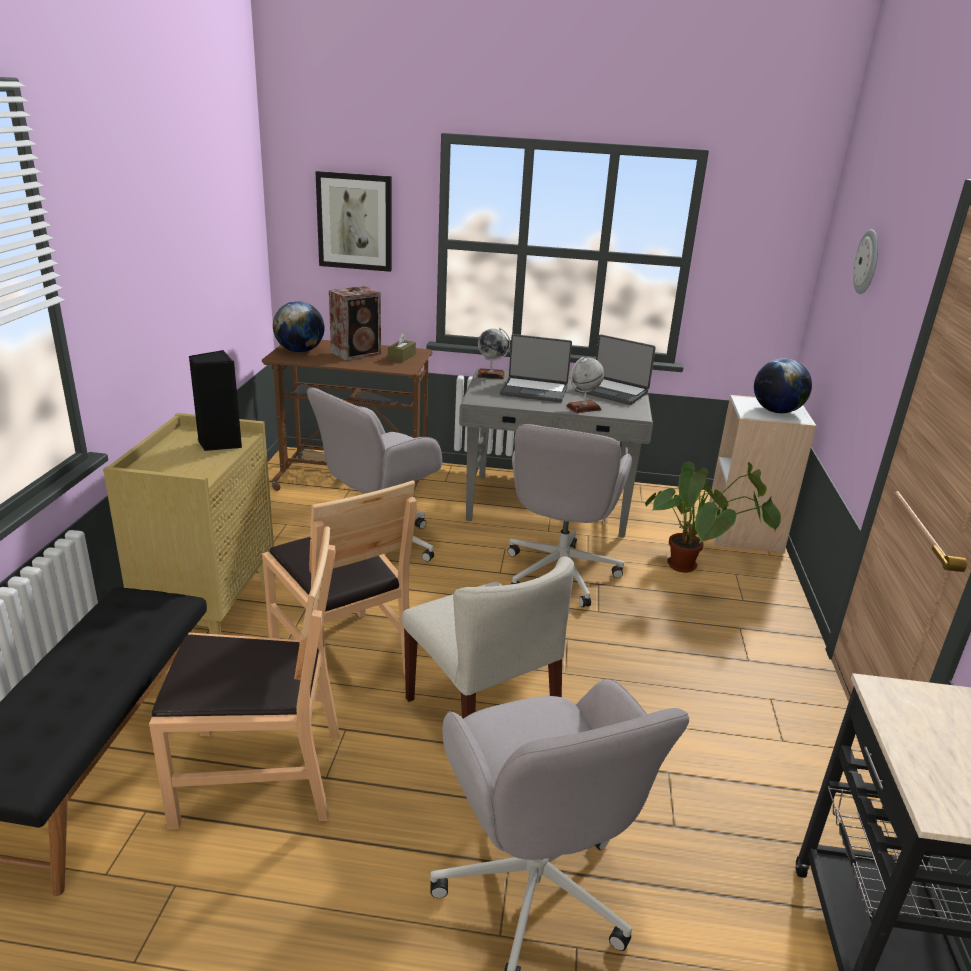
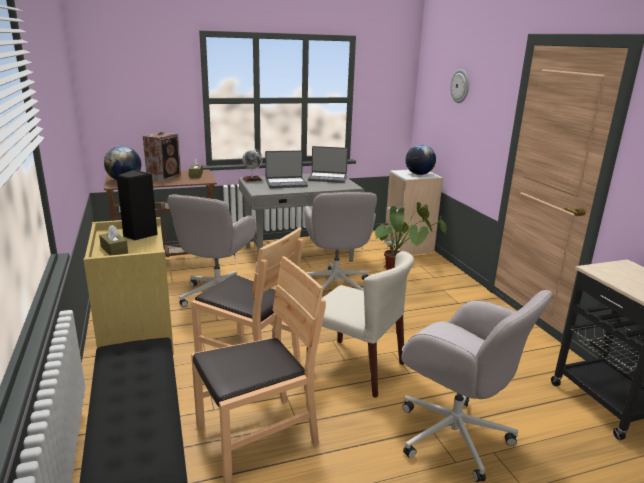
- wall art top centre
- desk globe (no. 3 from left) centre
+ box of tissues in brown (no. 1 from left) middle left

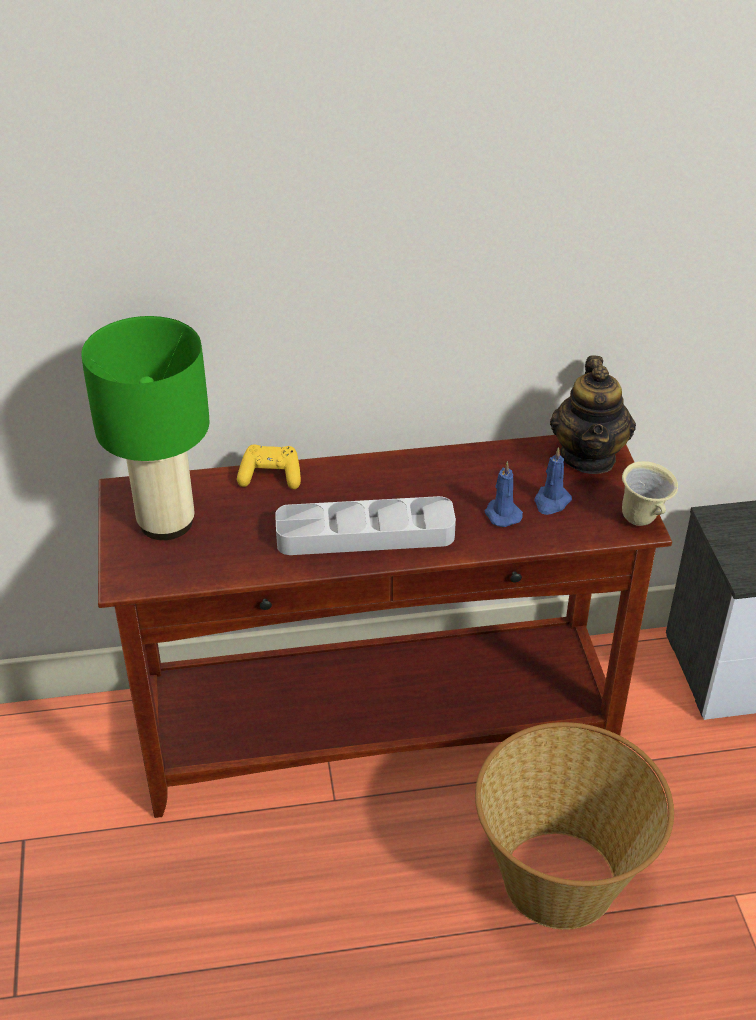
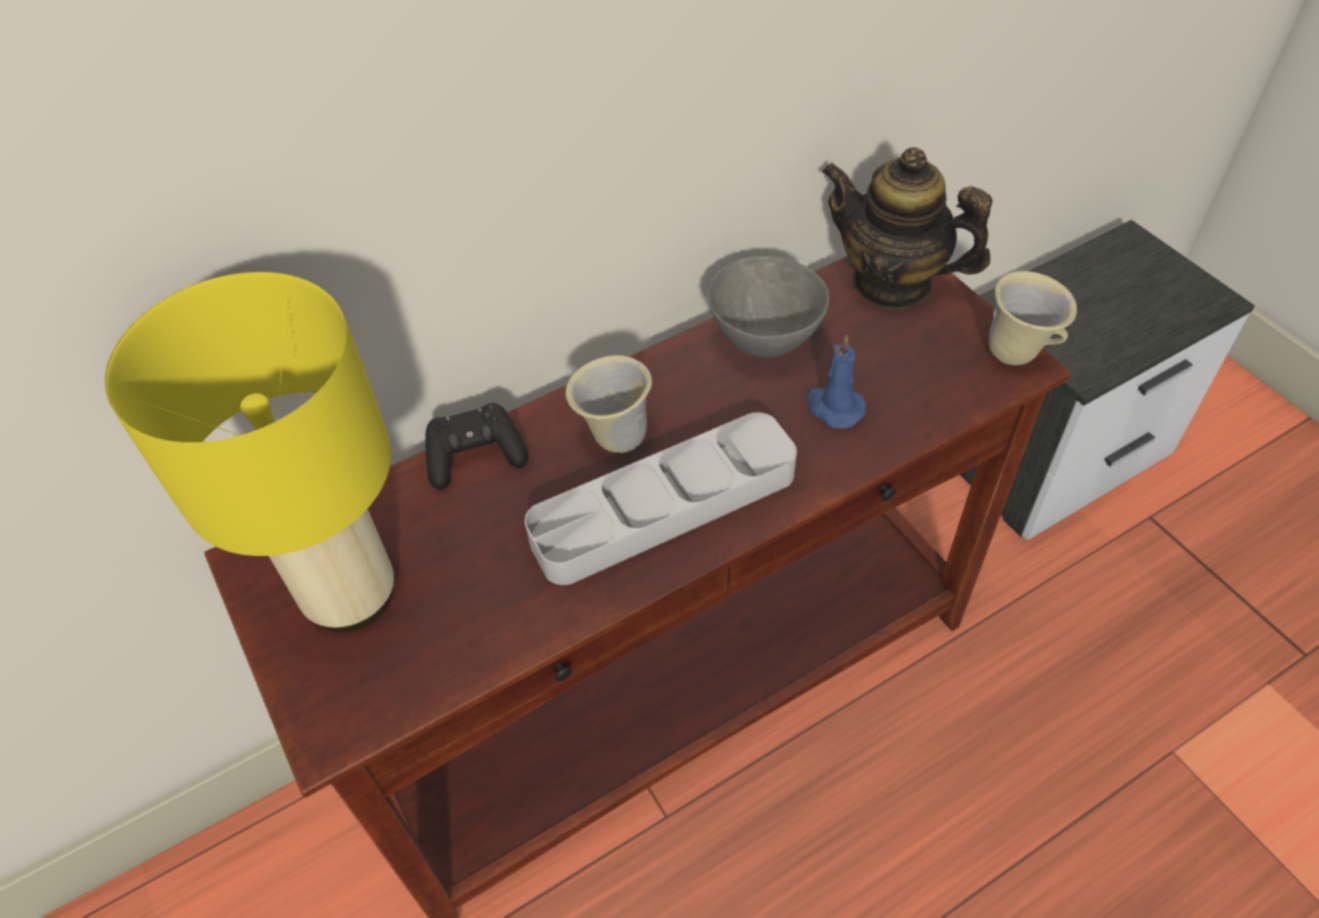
~ table lamp in green-coloured middle left to table lamp in yellow-coloured middle left
~ game controller in yellow-coloured centre to game controller in black-coloured centre
- household basket bottom right
- wax candle in blue-coloured (no. 2 from left) middle right
~ pot for tea middle right = top right 135 degrees clockwise
+ tea mug in sand-coloured (no. 1 from left) centre
+ deep dish in gray centre

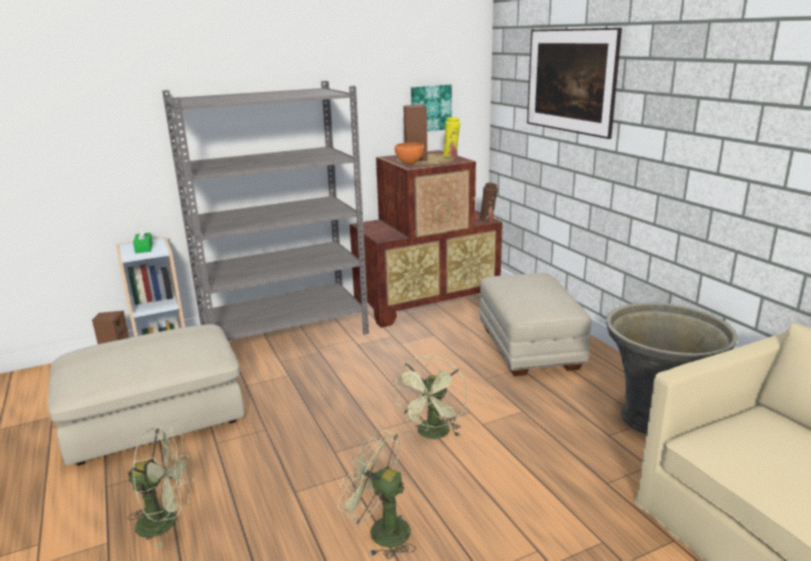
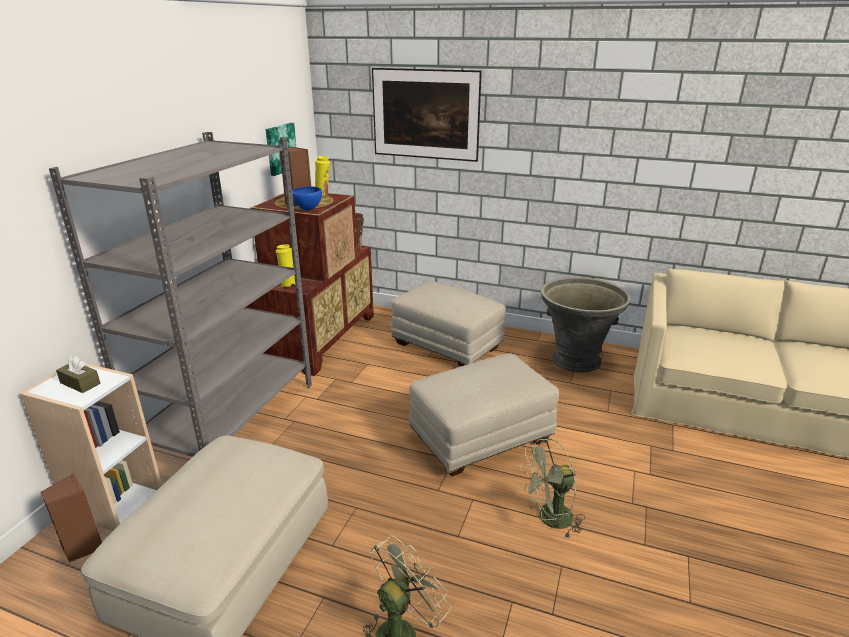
~ box of tissues in green-coloured middle left to box of tissues in brown middle left
~ cooling fan in green-coloured (no. 3 from left) bottom centre to pouffe in sand-coloured (no. 3 from left) centre
~ deep dish in orange-coloured top centre to deep dish in blue-coloured top centre
+ decorative vase in yellow-coloured (no. 1 from left) centre

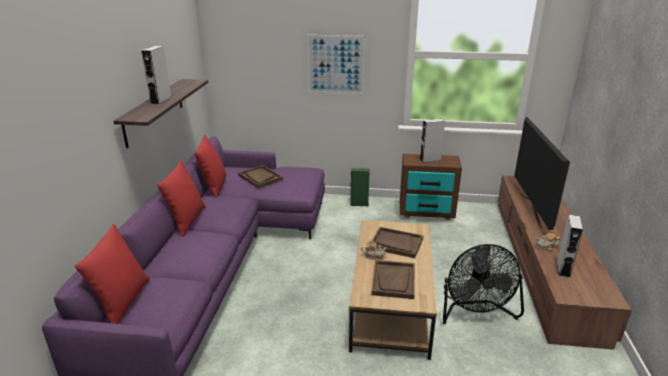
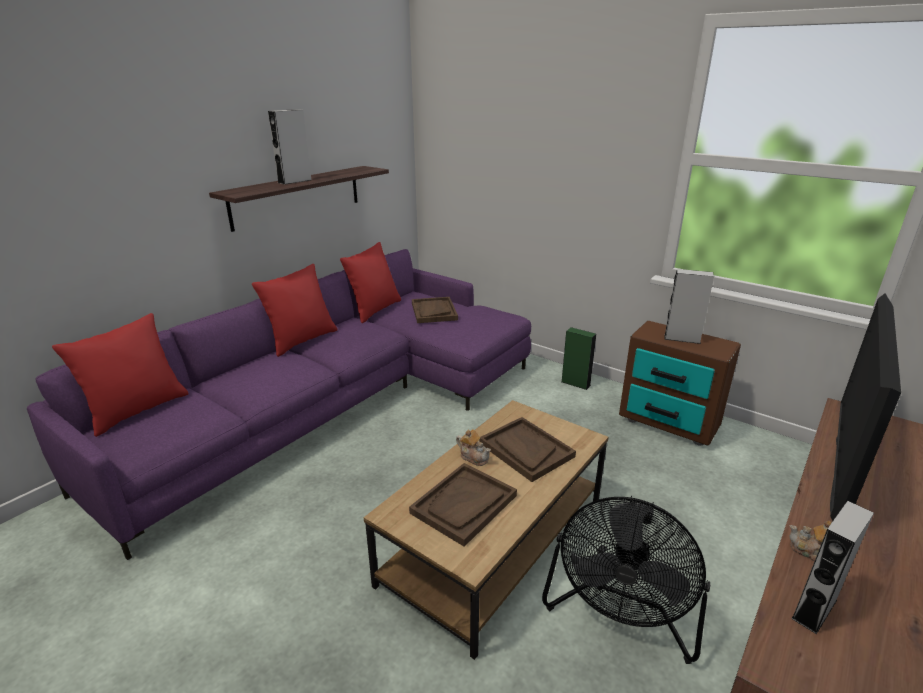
- wall art top centre

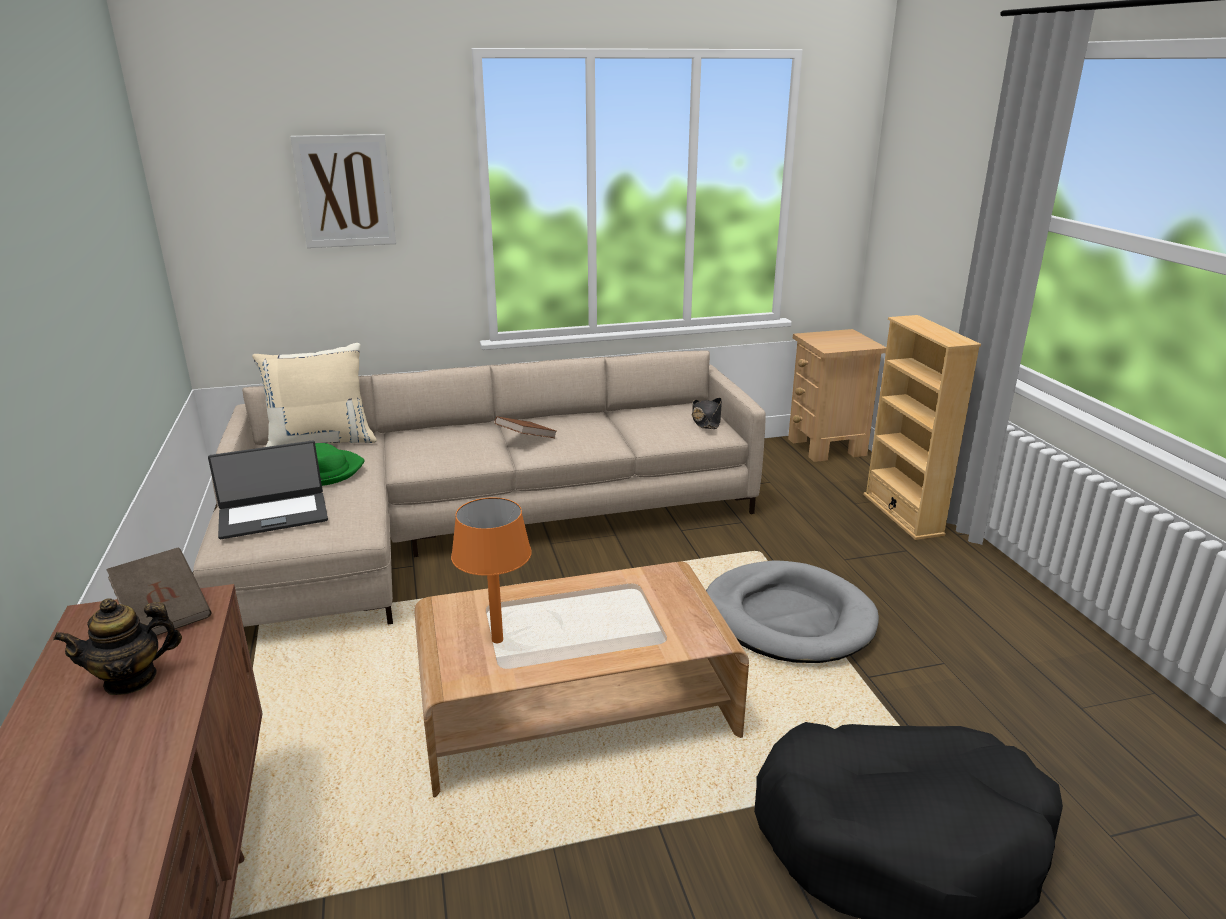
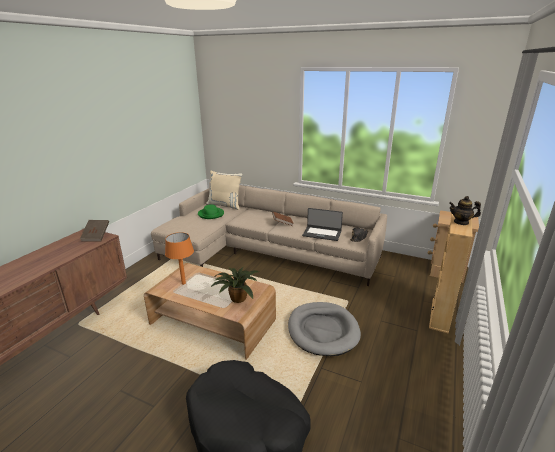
~ pot for tea bottom left to middle right
~ portable computer middle left to centre
- wall art top left
+ potted plant centre

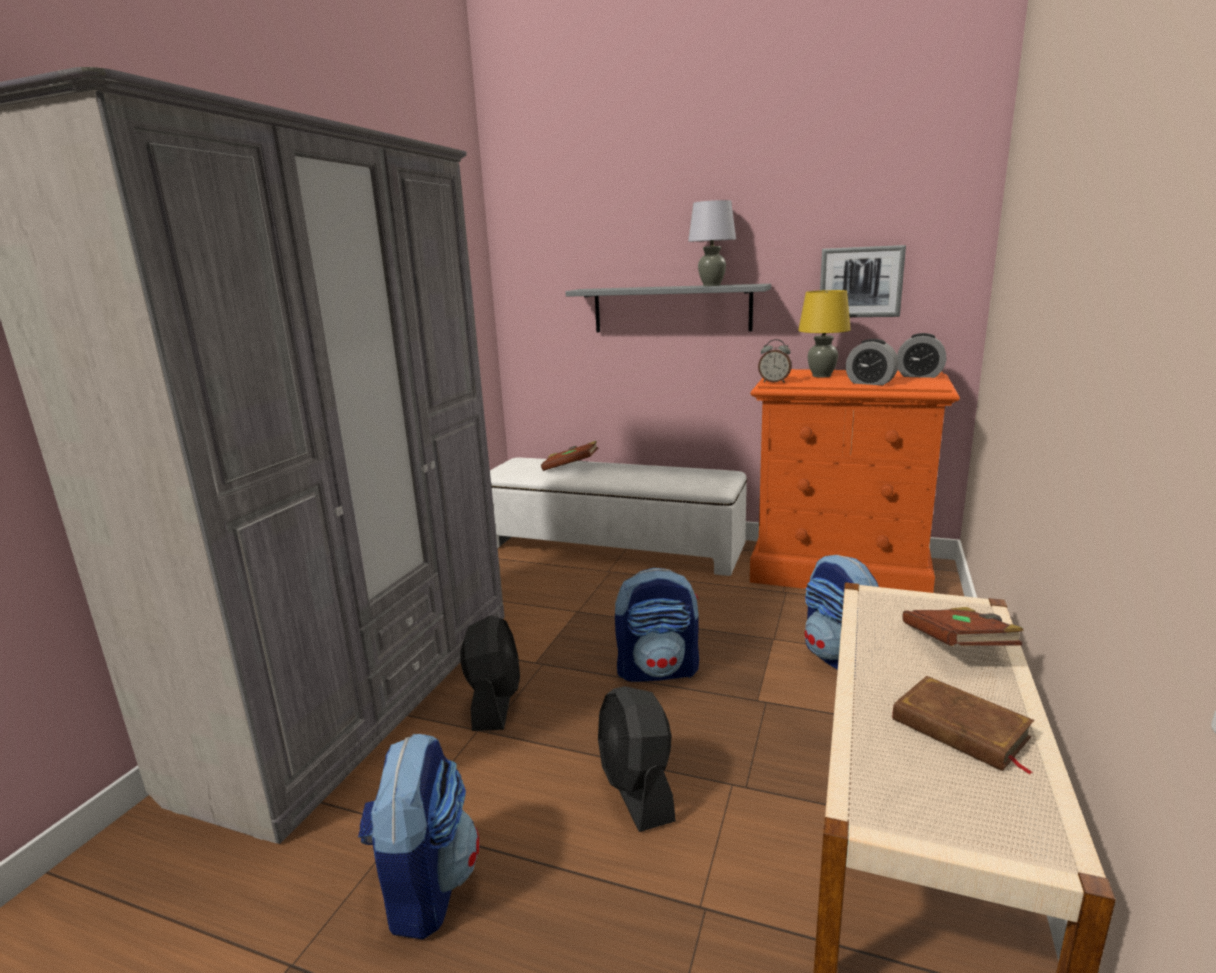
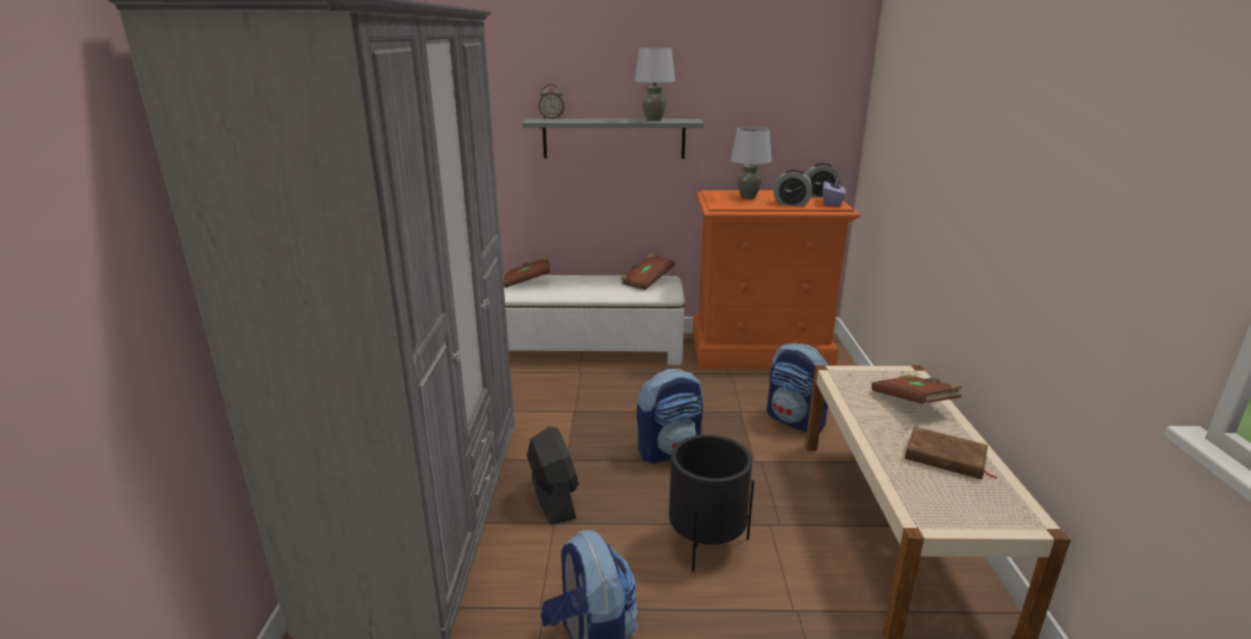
~ cooling fan in black-coloured (no. 2 from left) bottom centre to flower pot in black-coloured bottom centre
~ table clock (no. 1 from left) centre to top centre
~ table lamp in yellow-coloured middle right to table lamp in gray (no. 2 from left) top centre
- wall art top right
+ bound book in brown (no. 2 from left) centre
+ box of tissues in purple-coloured top right

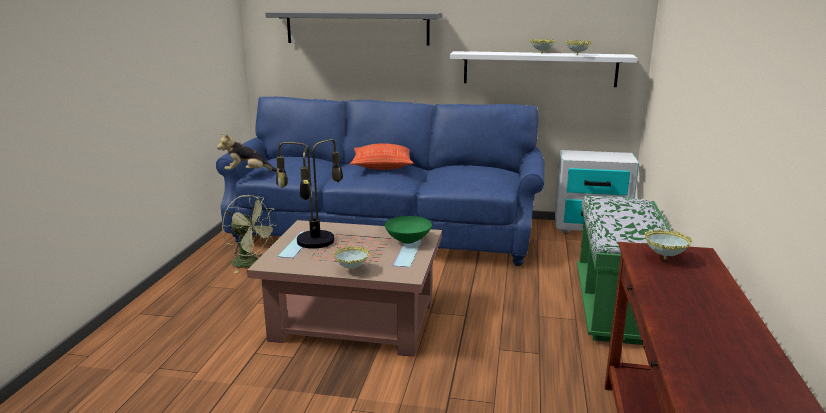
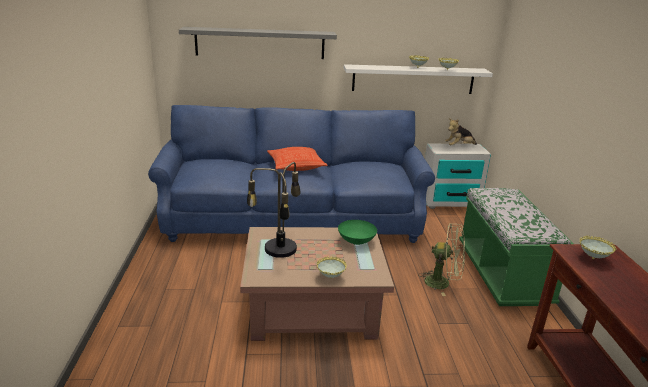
~ plush toy middle left to middle right
~ cooling fan in green-coloured middle left to bottom right

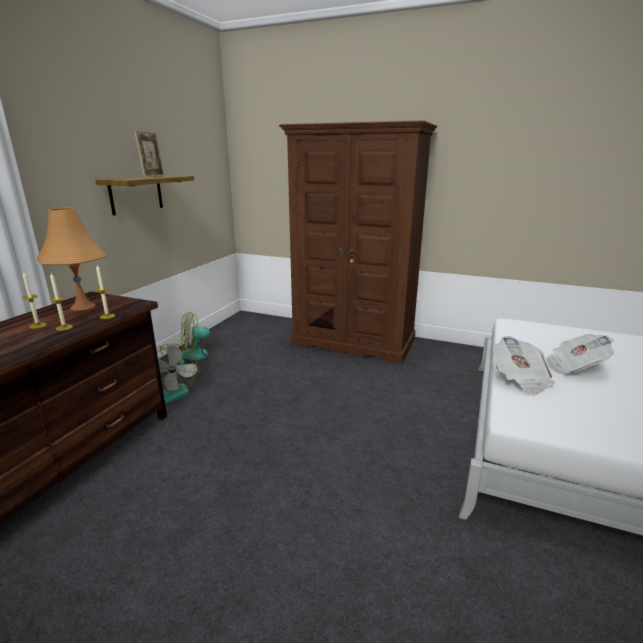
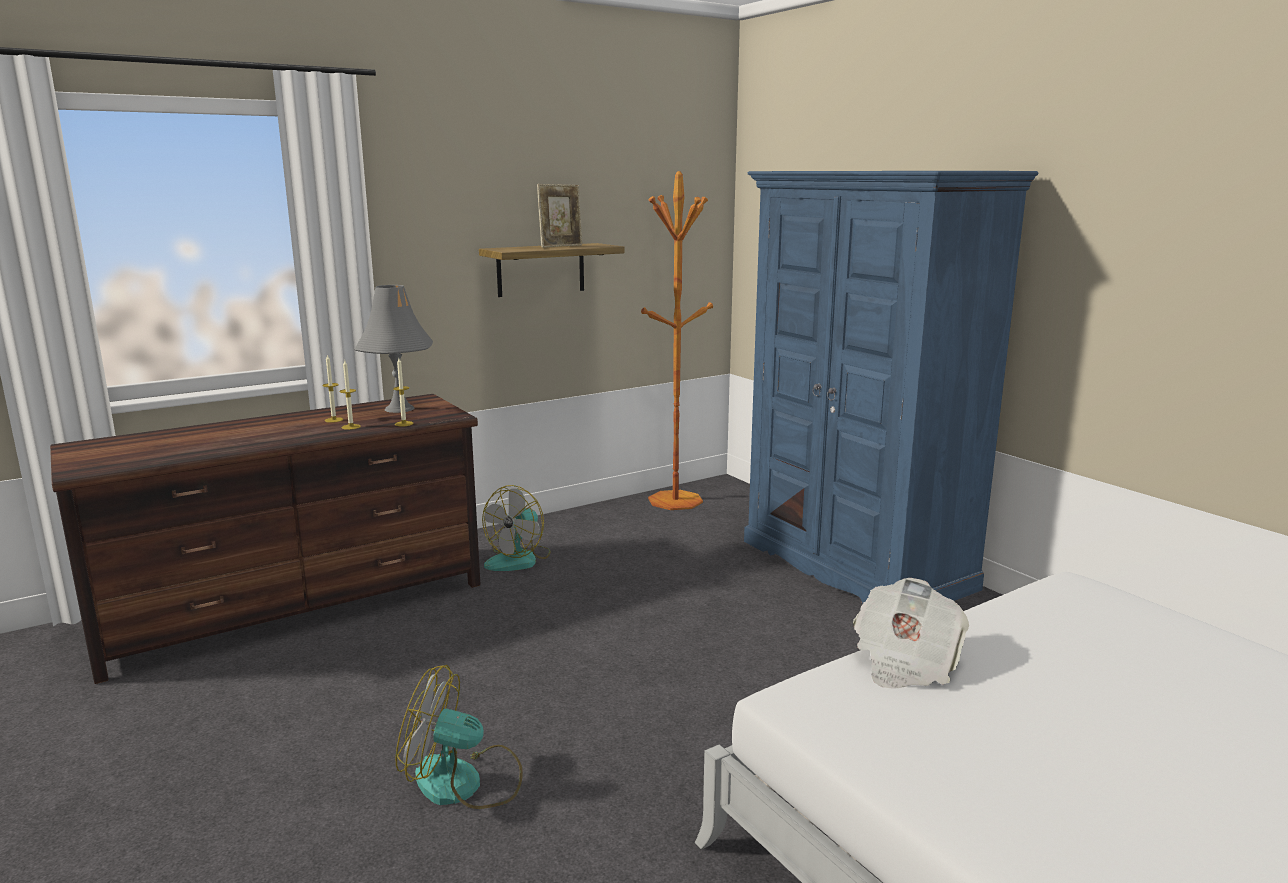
~ table lamp in orange-coloured middle left to table lamp in gray middle left
~ cooling fan (no. 2 from left in the first image) middle left to cooling fan (no. 1 from left) bottom centre
~ clothes cupboard in brown centre to clothes cupboard in blue-coloured middle right
- printed paper (no. 2 from left) middle right
+ garment rack in orange-coloured centre

